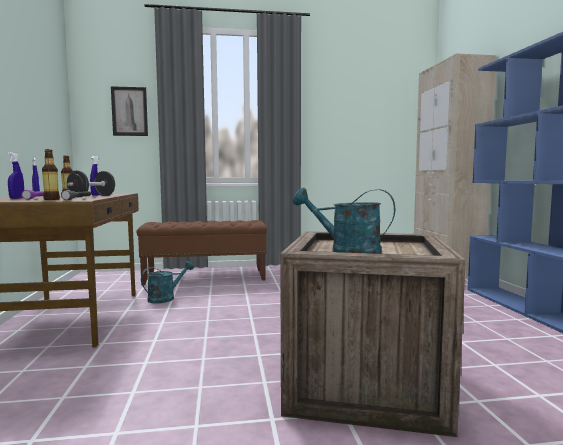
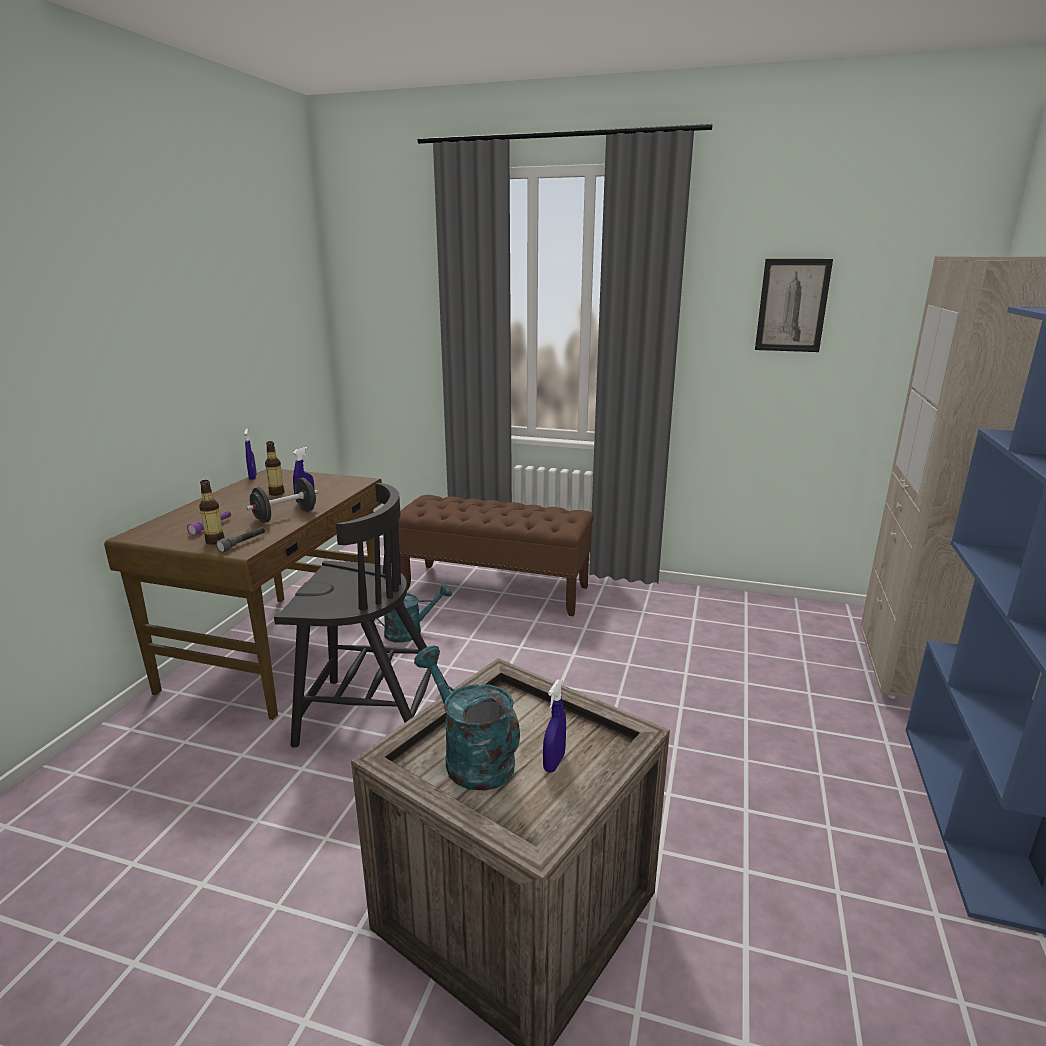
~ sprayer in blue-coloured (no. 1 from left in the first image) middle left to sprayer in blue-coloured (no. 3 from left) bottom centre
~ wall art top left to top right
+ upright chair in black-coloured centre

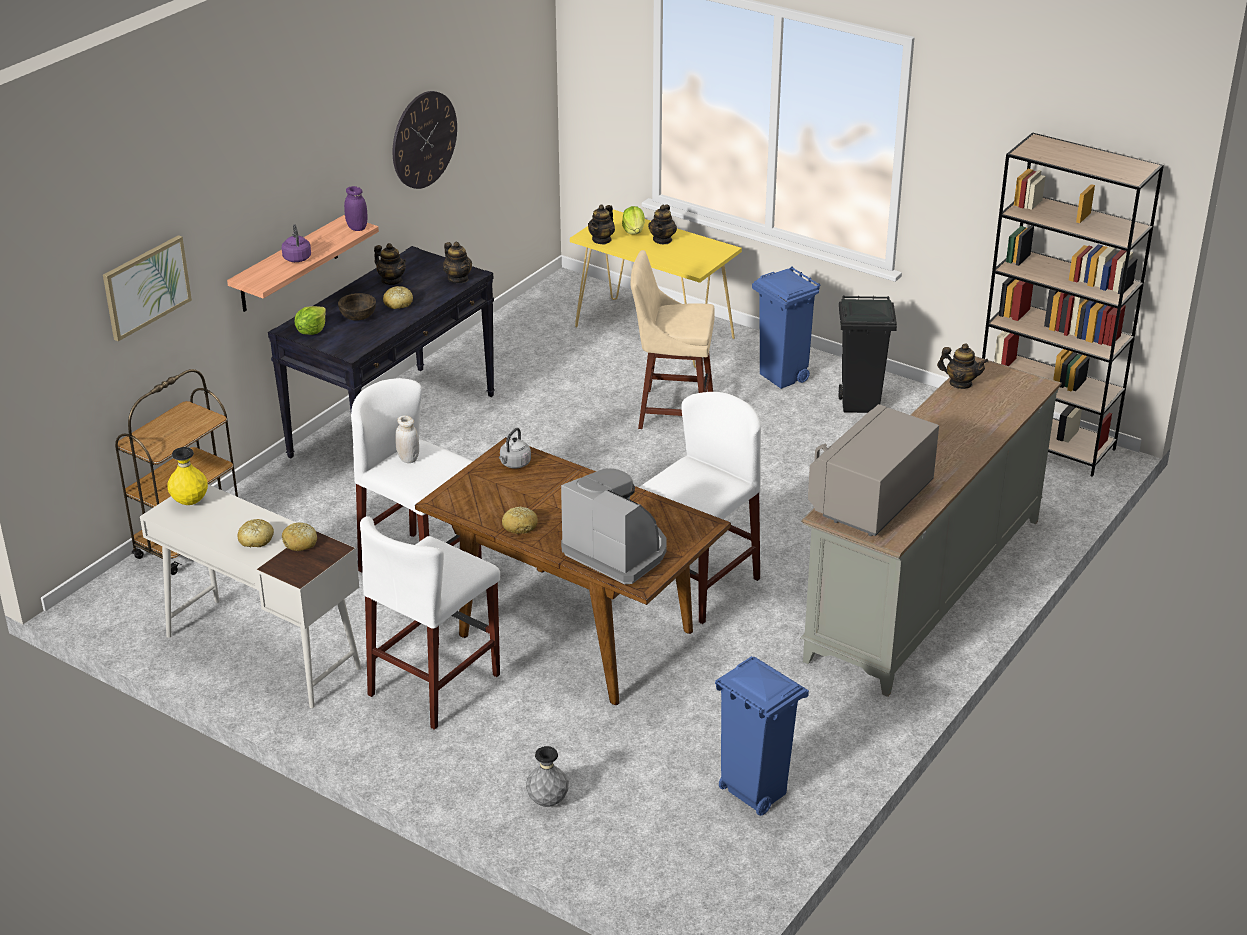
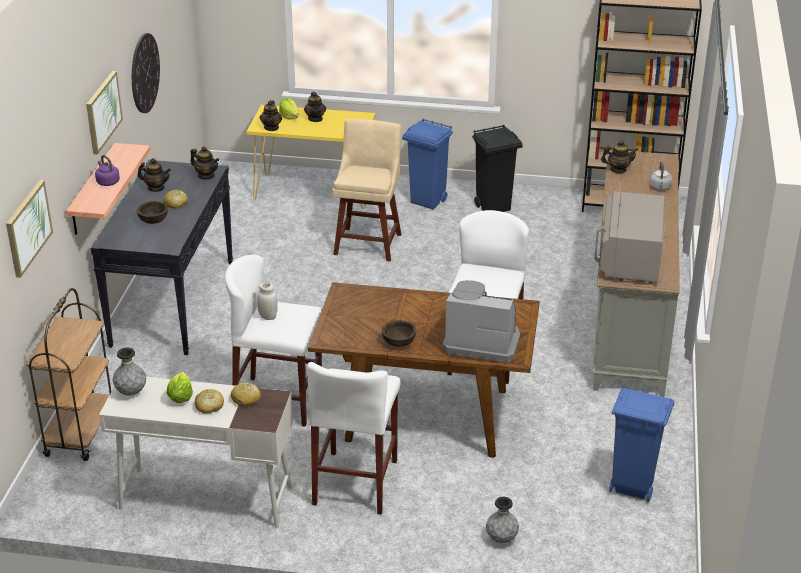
~ decorative vase in yellow-coloured middle left to decorative vase in gray (no. 1 from left) middle left
~ head of lettuce (no. 1 from left) middle left to bottom left
- storage jar in purple-coloured top left
~ kettle in gray centre to top right
~ bread (no. 4 from left) centre to deep dish in brown (no. 2 from left) centre
~ upright chair in sand-coloured centre = top centre 120 degrees clockwise
+ wall art (no. 2 from left) top left

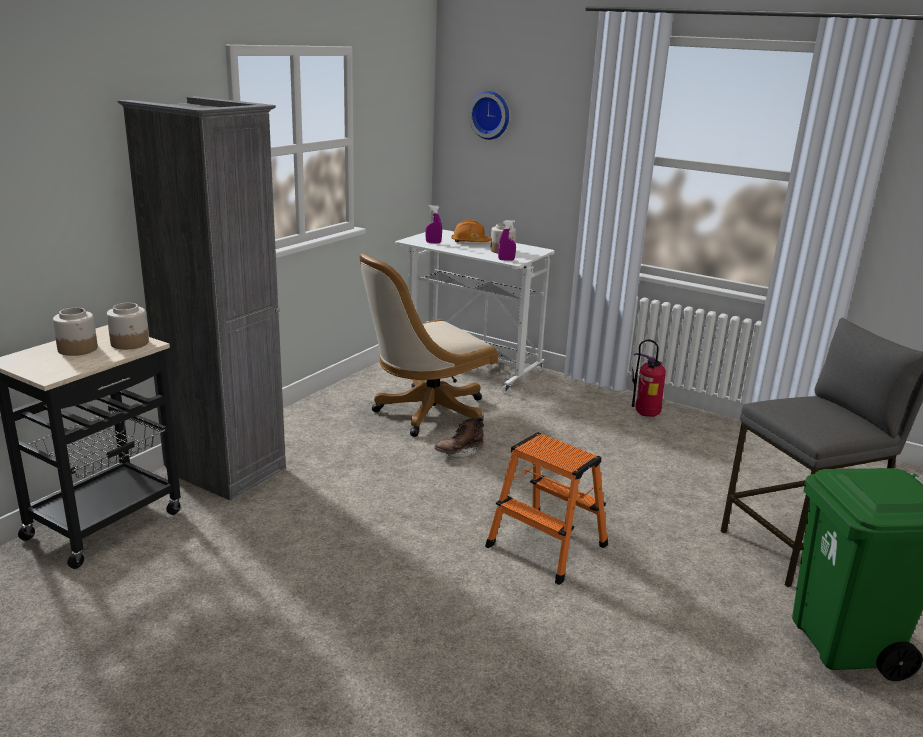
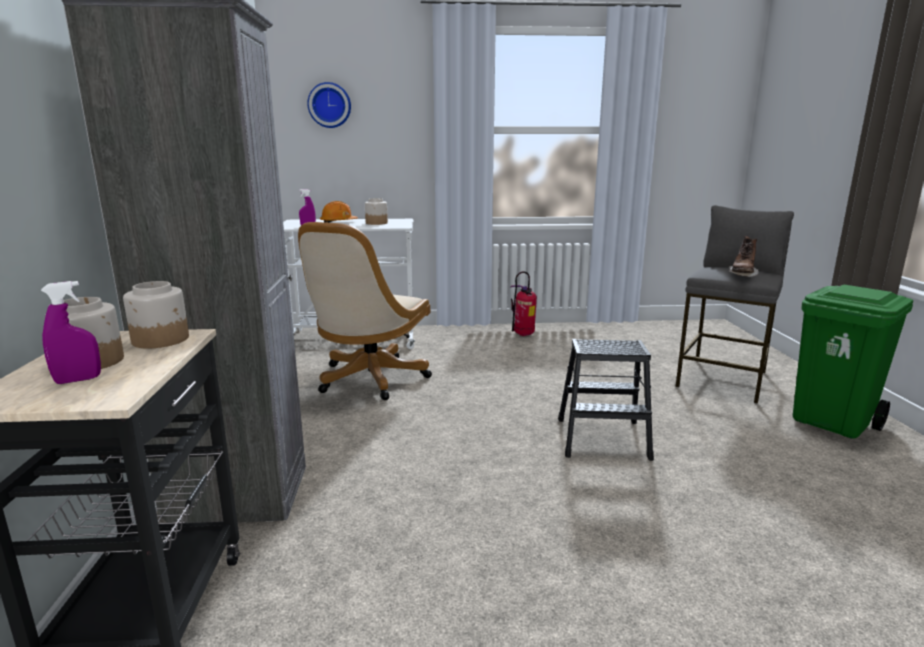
~ boot in brown centre to middle right
~ step stool in orange-coloured bottom centre to step stool in black-coloured centre
~ sprayer in purple-coloured (no. 2 from left in the first image) top centre to sprayer in purple-coloured (no. 1 from left) middle left

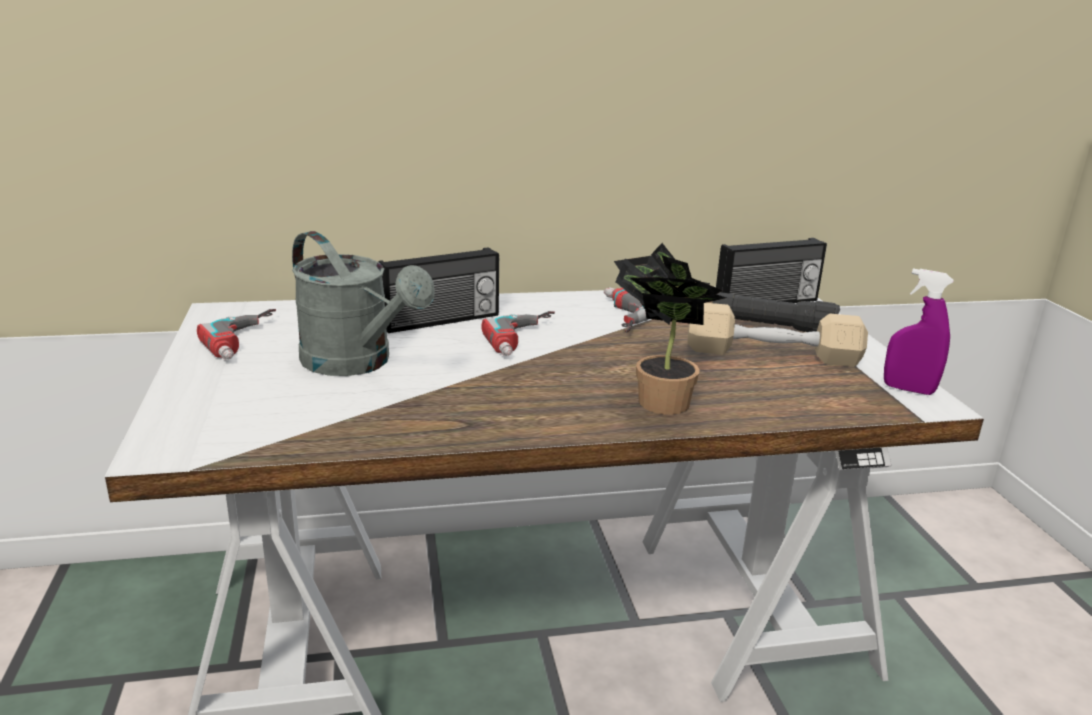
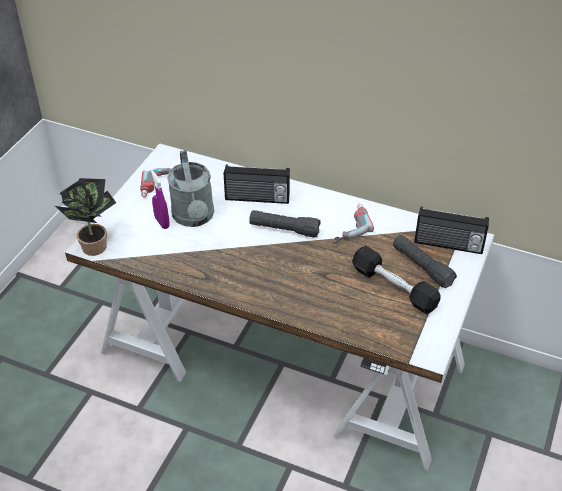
~ drill (no. 2 from left) centre to flashlight in black-coloured (no. 1 from left) centre
~ potted plant centre to middle left
~ dumbbell in sand-coloured middle right to dumbbell in black-coloured middle right
~ sprayer in purple-coloured middle right to middle left

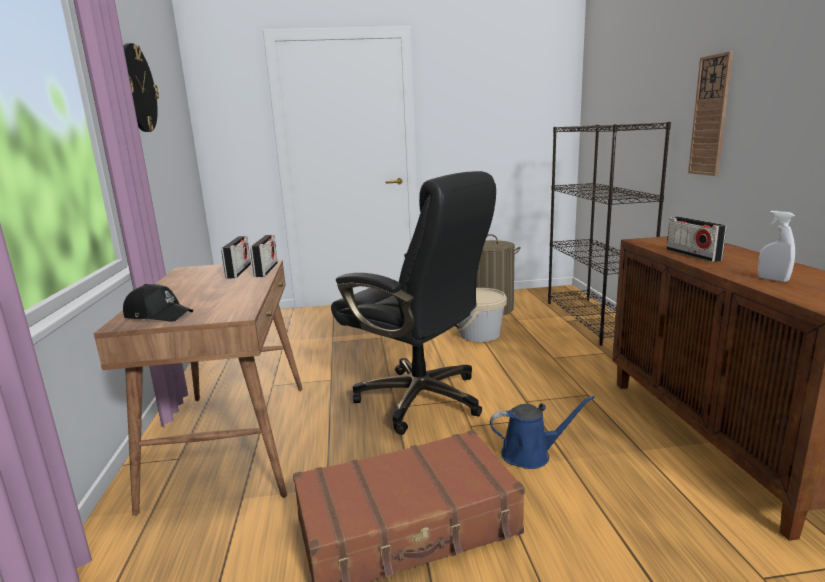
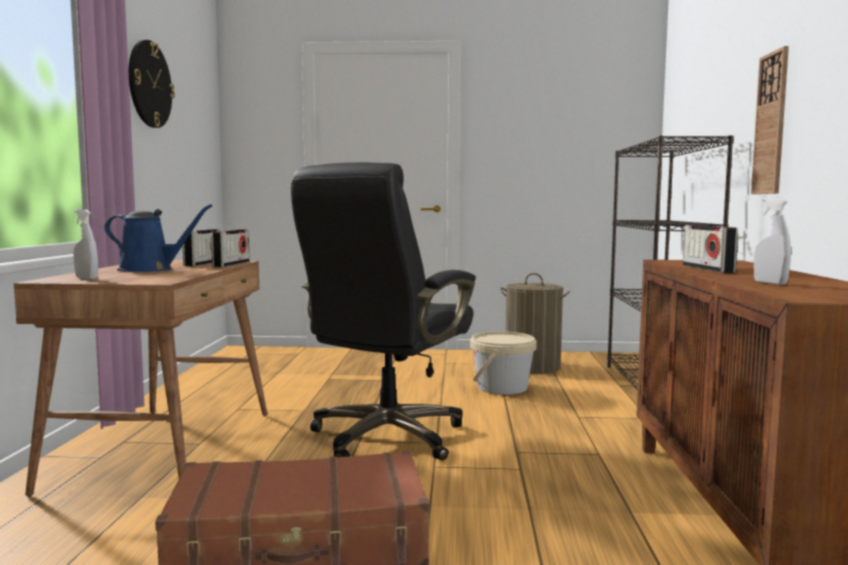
~ baseball cap in black-coloured middle left to sprayer in whitish (no. 1 from left) middle left
~ desk chair in black-coloured centre = centre 75 degrees clockwise
~ sprinkling can in blue-coloured bottom centre to middle left

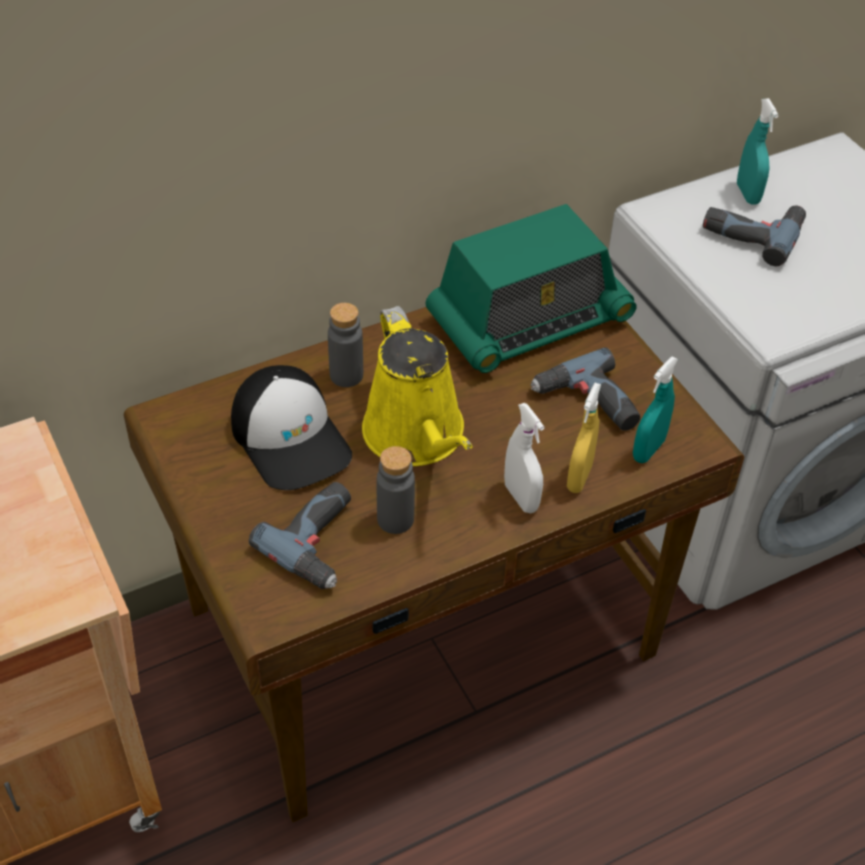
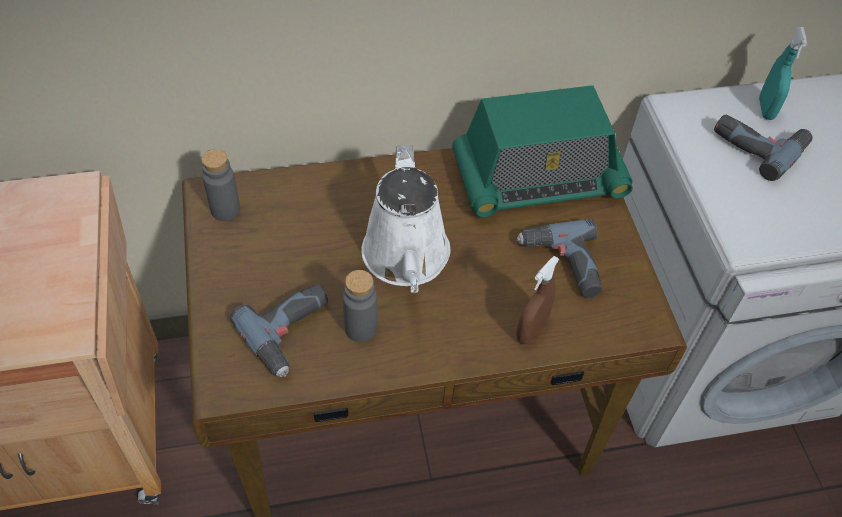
- baseball cap centre
~ beverage bottle in gray (no. 1 from left) centre to middle left
~ sprinkling can in yellow-coloured centre to sprinkling can in whitish centre
- sprayer in whitish centre
~ sprayer in yellow-coloured middle right to sprayer in brown centre
- sprayer in turquoise-coloured (no. 1 from left) middle right

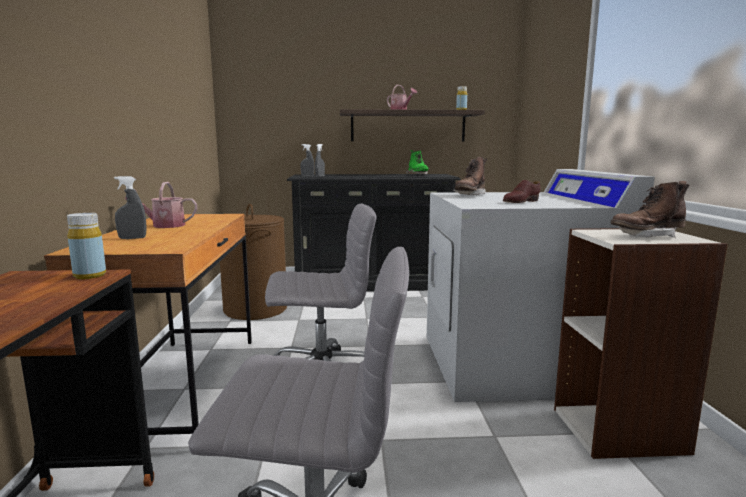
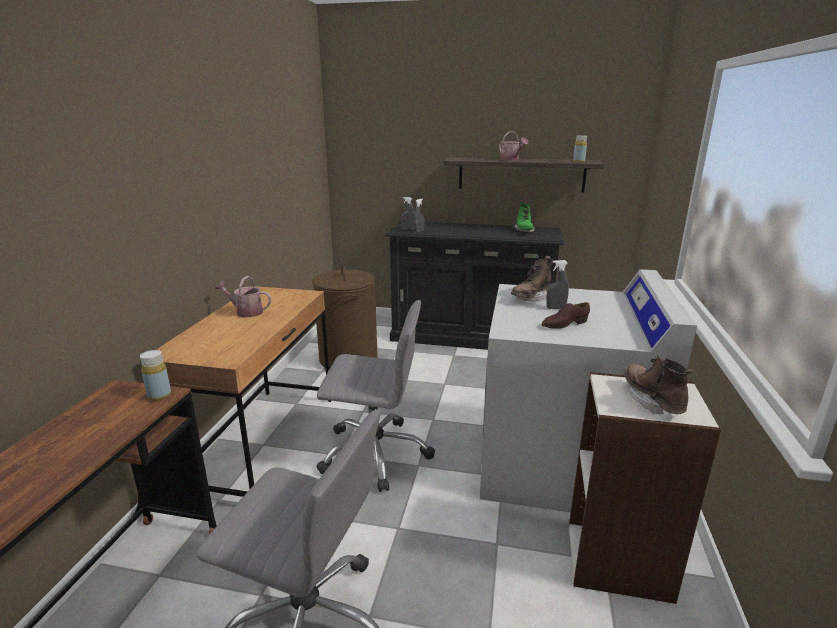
~ sprayer in gray (no. 1 from left in the first image) middle left to sprayer in gray (no. 3 from left) centre
~ boot in brown (no. 2 from left) middle right = middle right 75 degrees clockwise

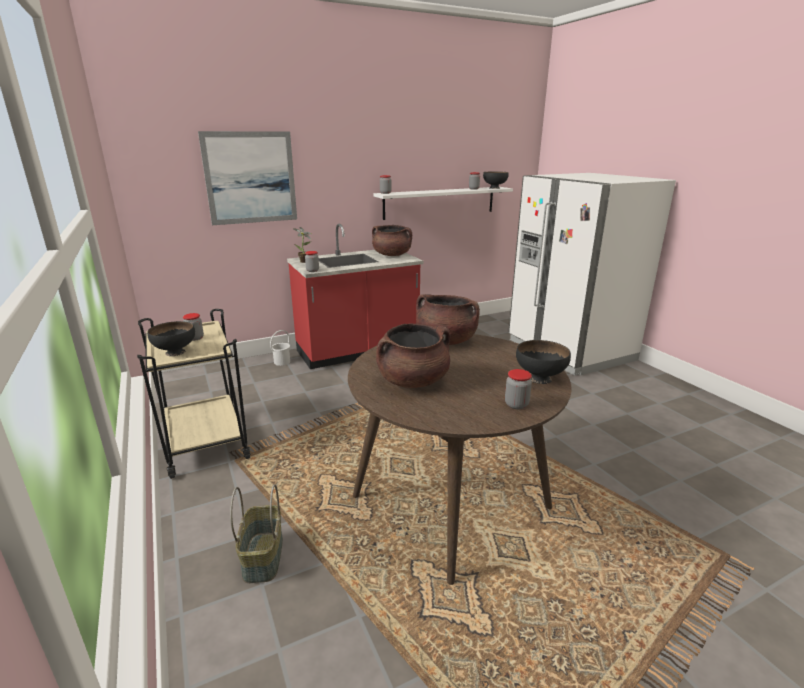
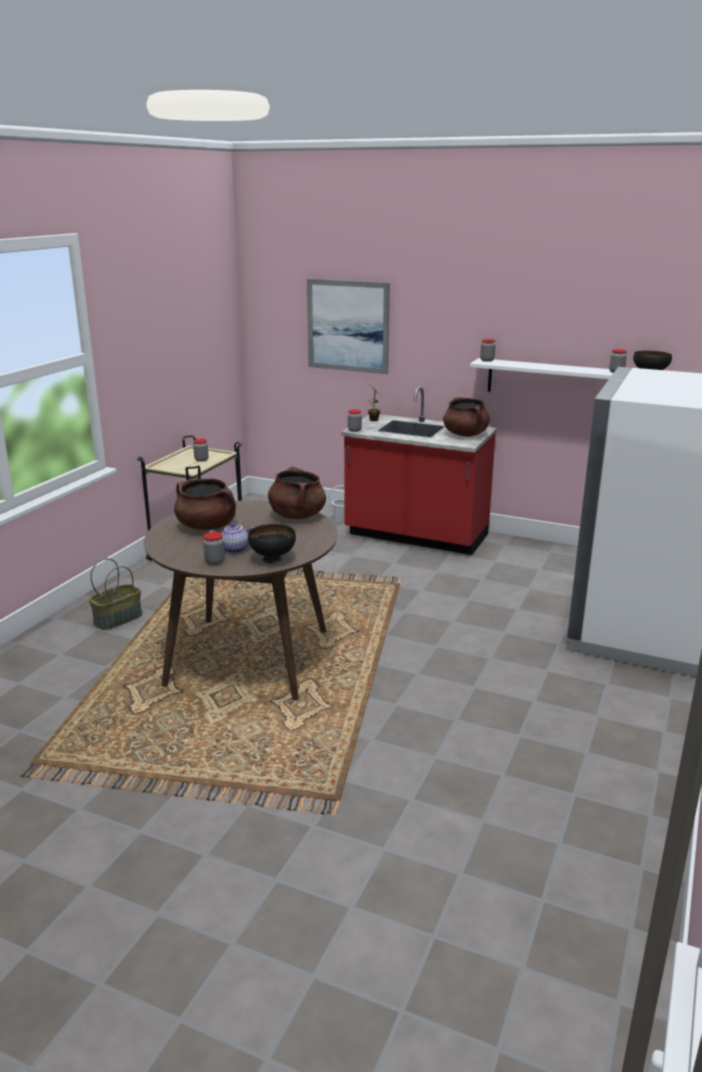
- deep dish in black-coloured (no. 1 from left) middle left
+ pot for tea middle left

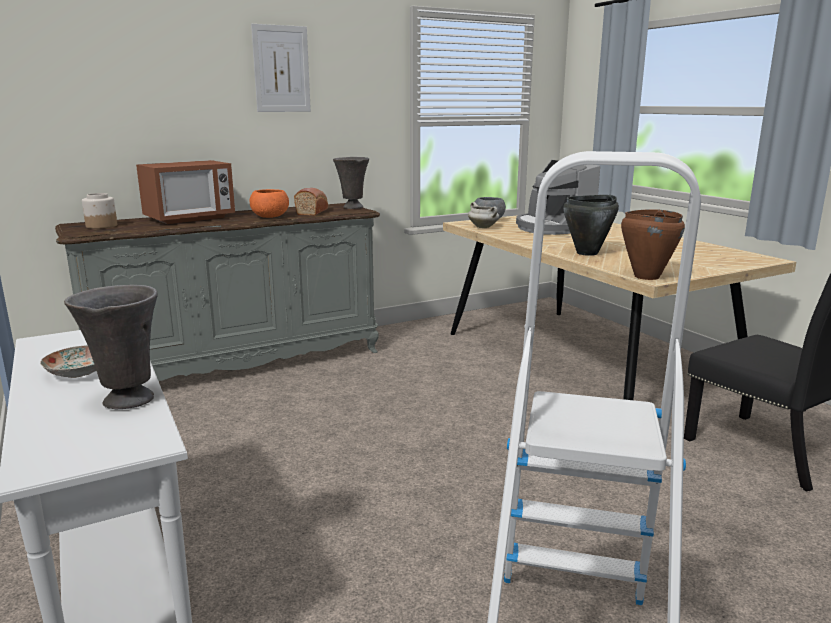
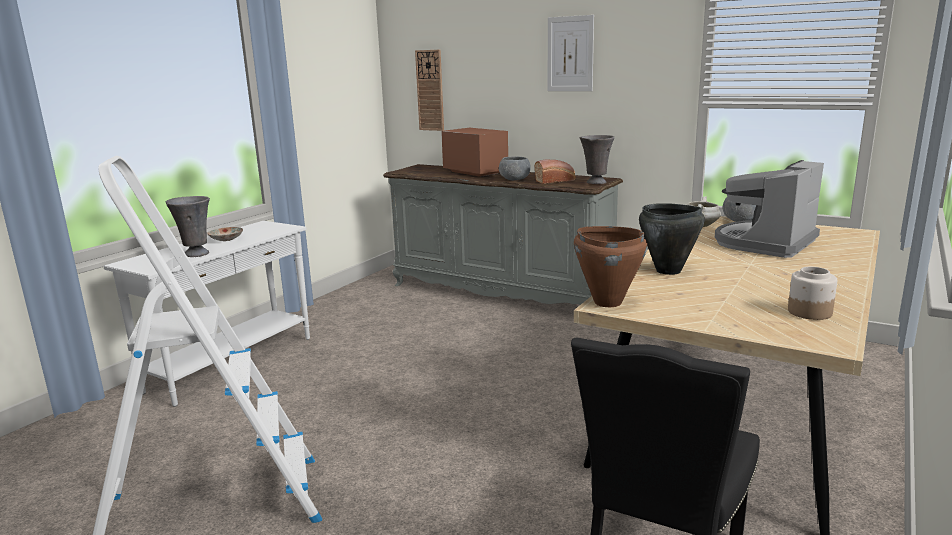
~ storage jar middle left to middle right
~ microwave oven top left = top centre 150 degrees counterclockwise
~ deep dish in orange-coloured top left to deep dish in gray (no. 1 from left) top centre
+ hanging clock top centre

